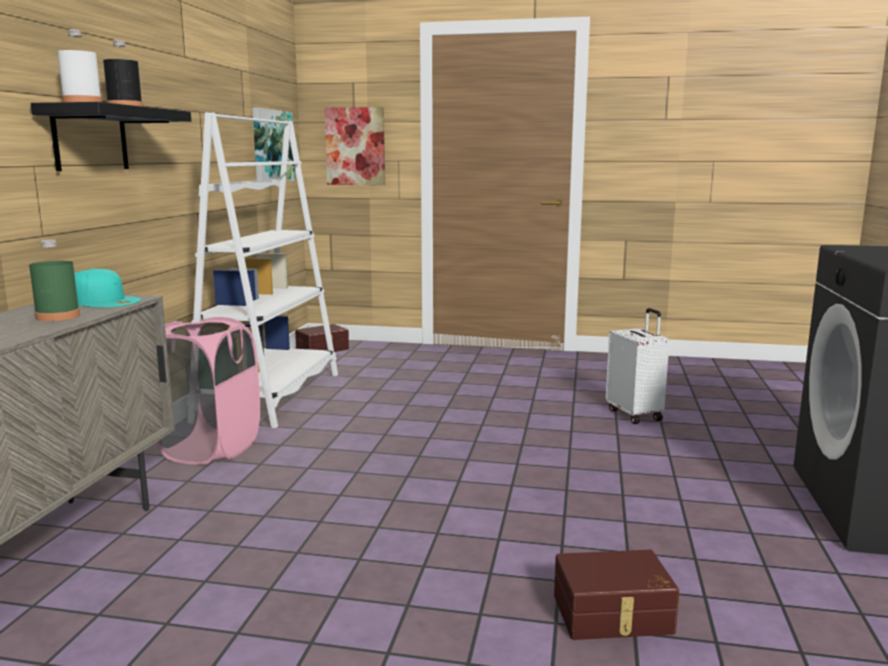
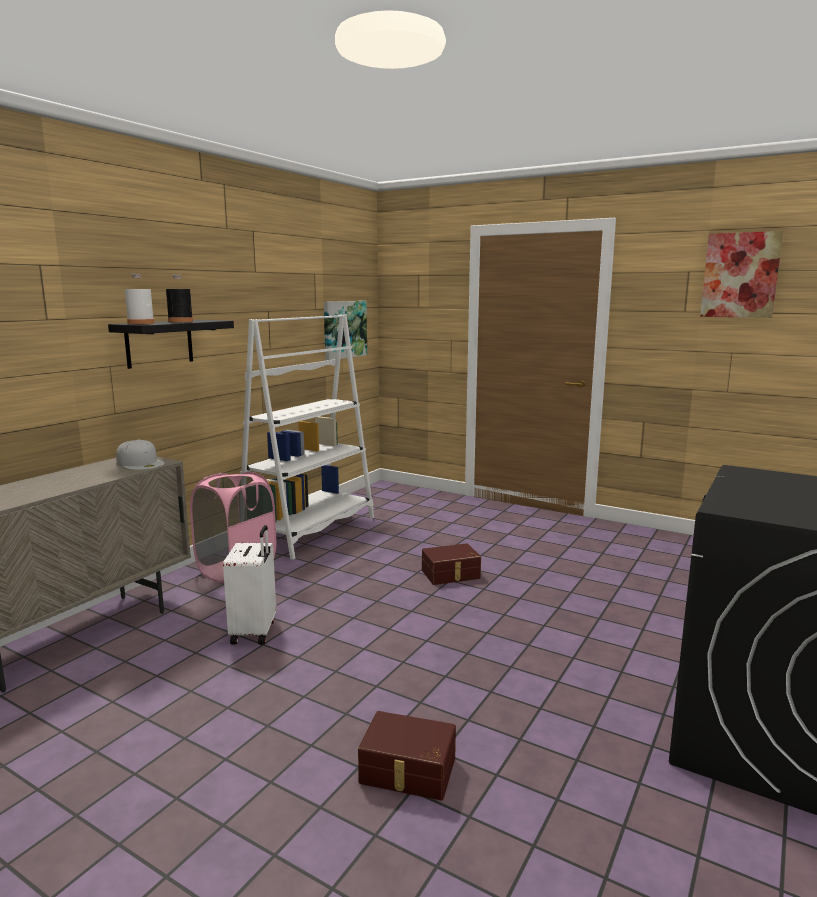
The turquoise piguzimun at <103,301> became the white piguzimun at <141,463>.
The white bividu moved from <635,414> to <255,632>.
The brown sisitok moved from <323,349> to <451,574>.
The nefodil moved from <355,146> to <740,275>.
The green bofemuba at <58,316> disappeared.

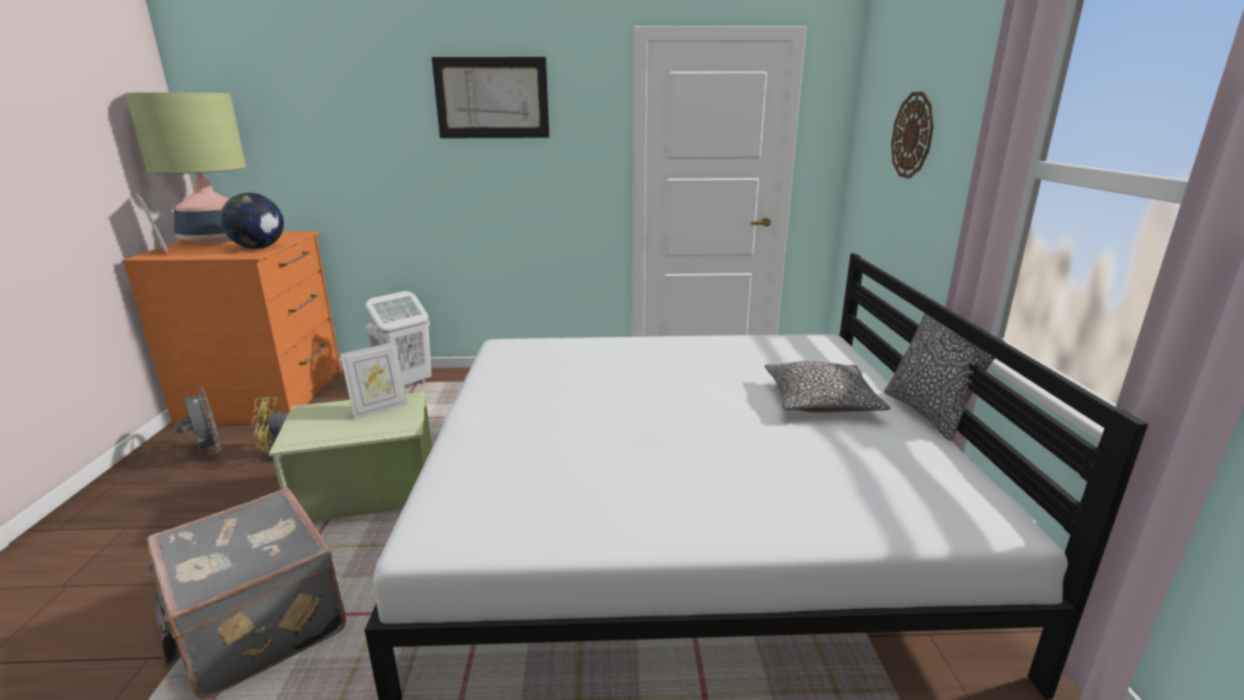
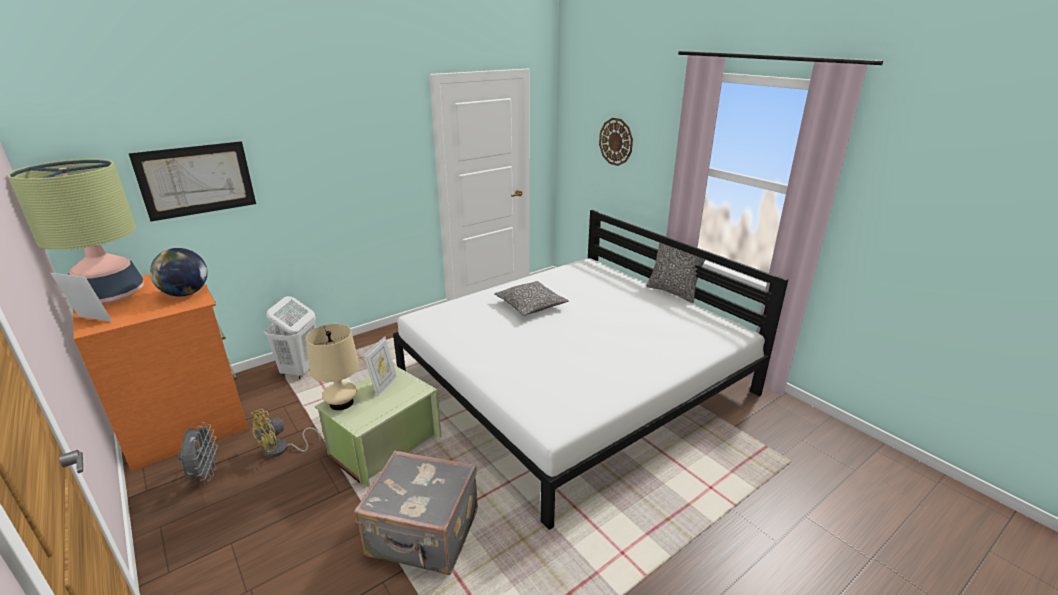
The nefodil moved from <492,98> to <196,180>.
The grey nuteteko at <207,451> turned 60 degrees clockwise.
The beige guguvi at <341,403> appeared.
The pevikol moved from <820,401> to <530,305>.

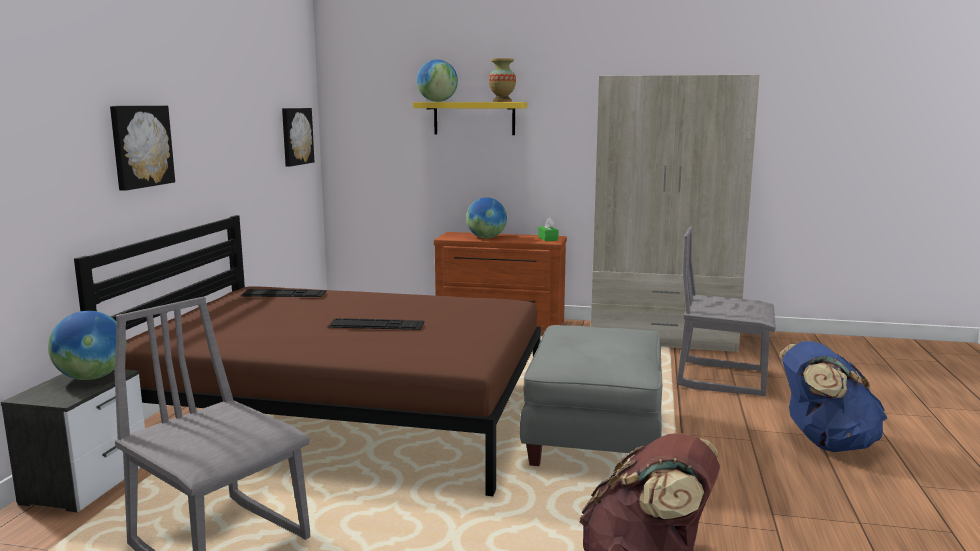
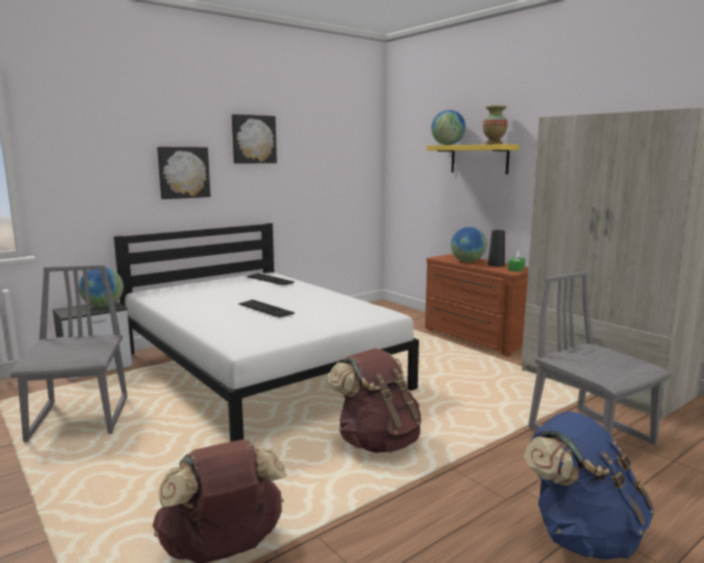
The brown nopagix at <344,415> became the white nopagix at <260,370>.
The nefodil moved from <296,136> to <253,139>.
The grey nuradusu at <593,437> was replaced by the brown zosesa at <377,442>.
The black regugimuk at <496,265> appeared.

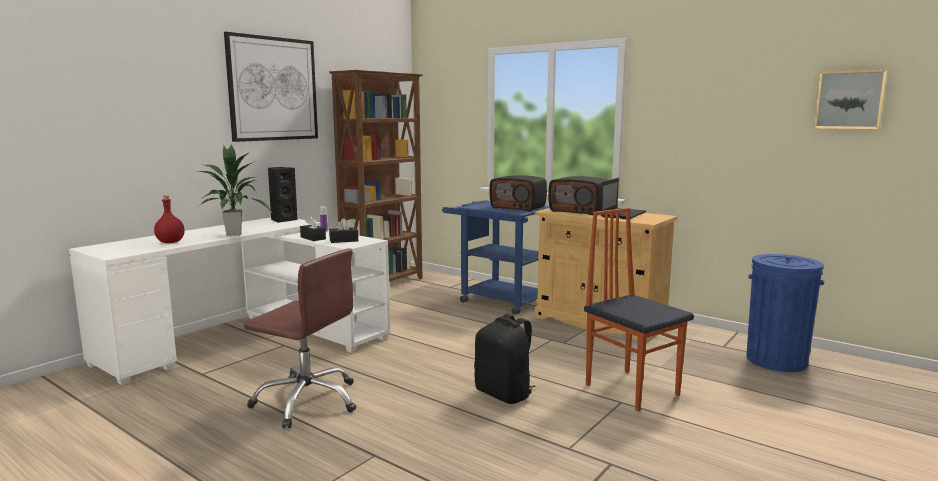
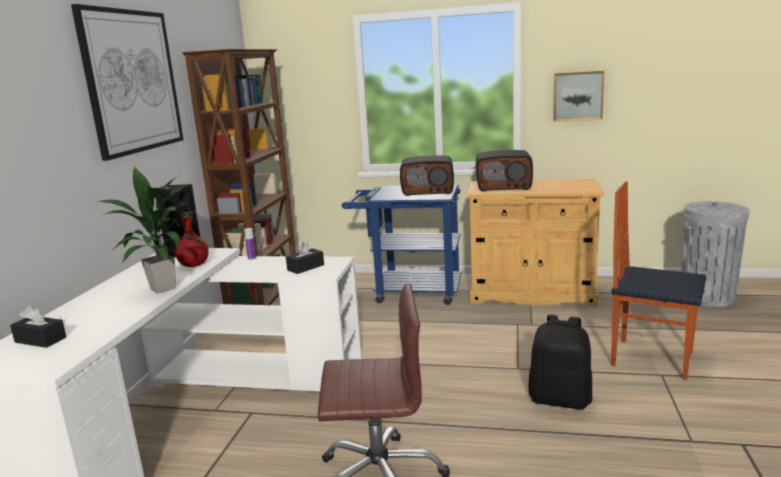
The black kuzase moved from <313,238> to <40,340>.
The red bofemuba moved from <170,242> to <194,265>.
The nefodil moved from <849,100> to <578,96>.
The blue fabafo at <776,360> became the grey fabafo at <707,297>.
The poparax at <623,214> disappeared.

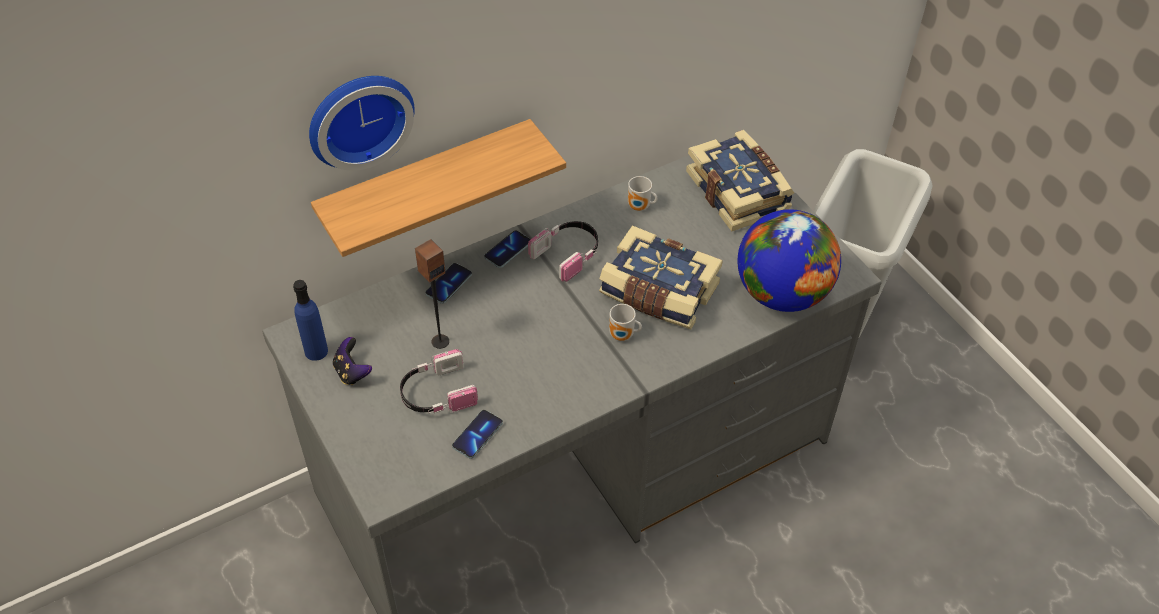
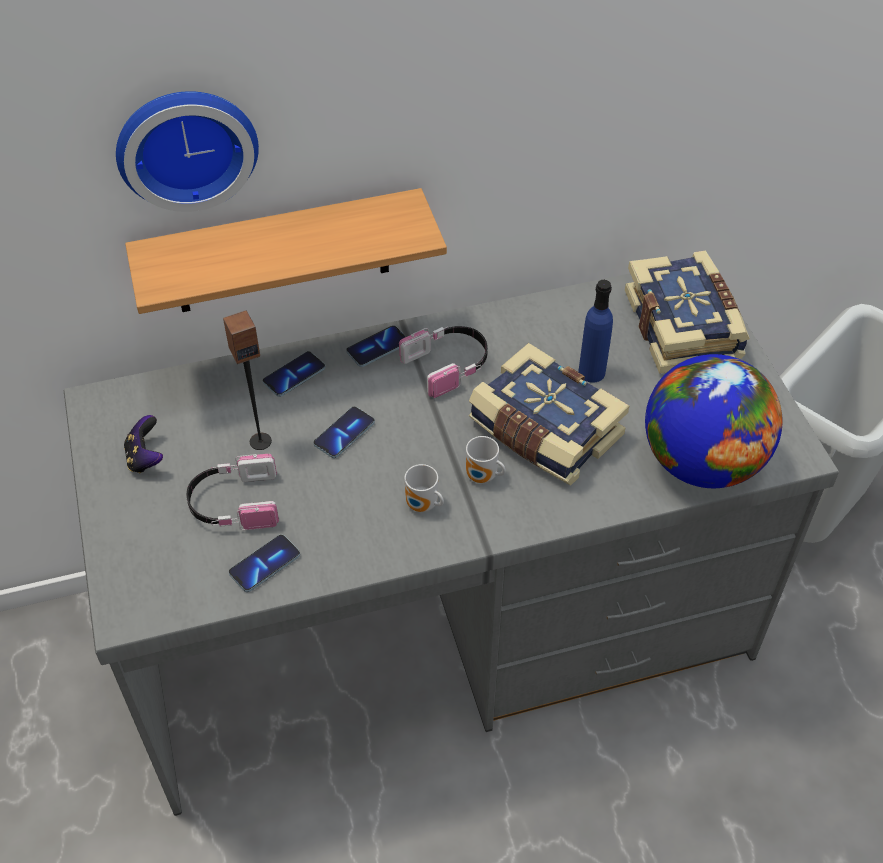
The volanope at <344,434> appeared.
The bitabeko moved from <640,207> to <423,506>.
The blue bofemuba moved from <316,351> to <591,372>.

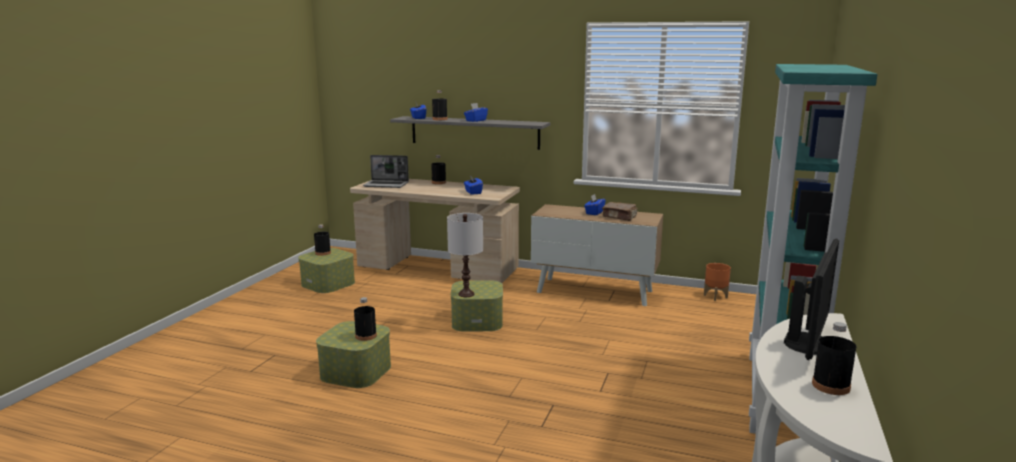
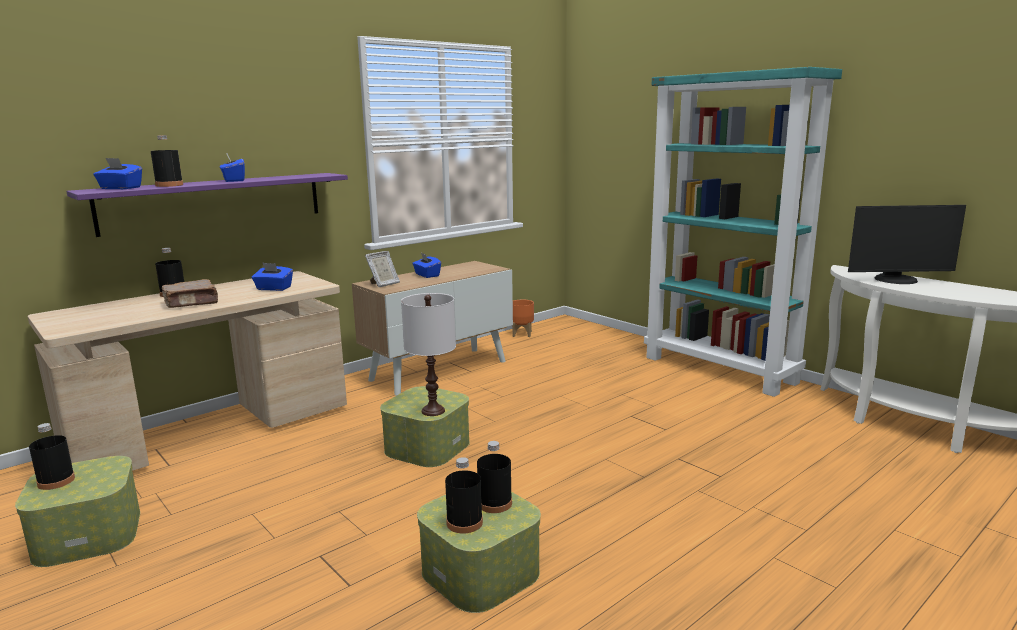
The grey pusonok at <474,132> became the purple pusonok at <214,202>.
The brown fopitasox moved from <619,217> to <192,303>.
The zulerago at <383,284> appeared.
The black bofemuba moved from <831,386> to <464,522>.
The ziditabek at <810,344> turned 120 degrees clockwise.
The poparax at <387,185> disappeared.

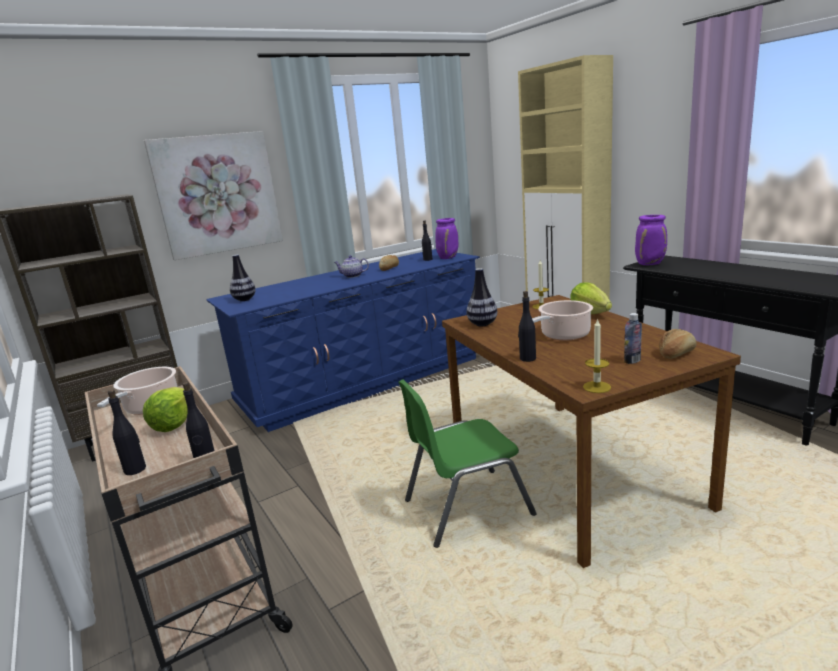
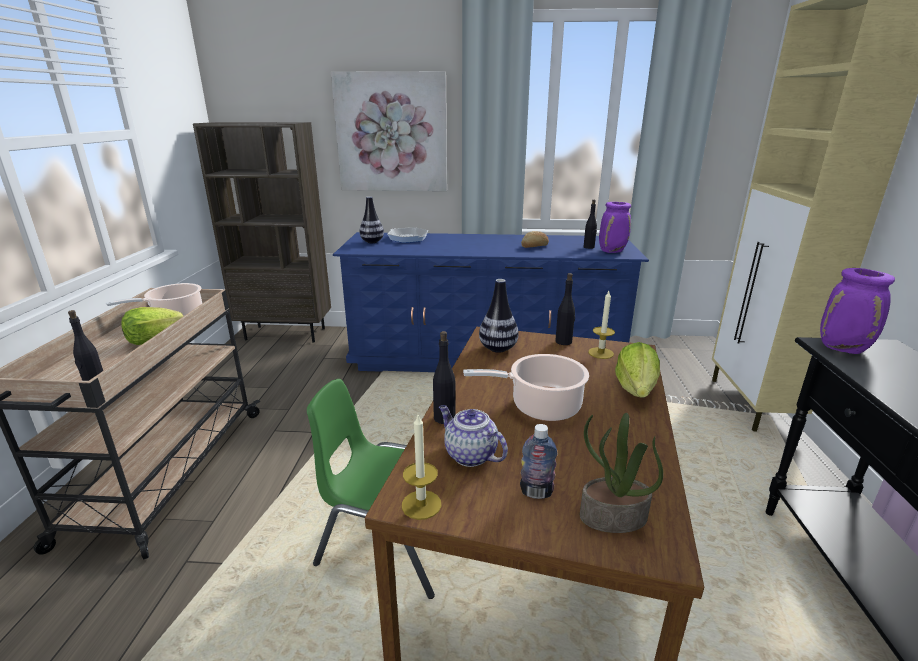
The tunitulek at <408,238> appeared.
The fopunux moved from <352,276> to <469,455>.
The black bofemuba moved from <135,469> to <564,342>.
The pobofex at <676,354> was replaced by the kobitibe at <612,518>.

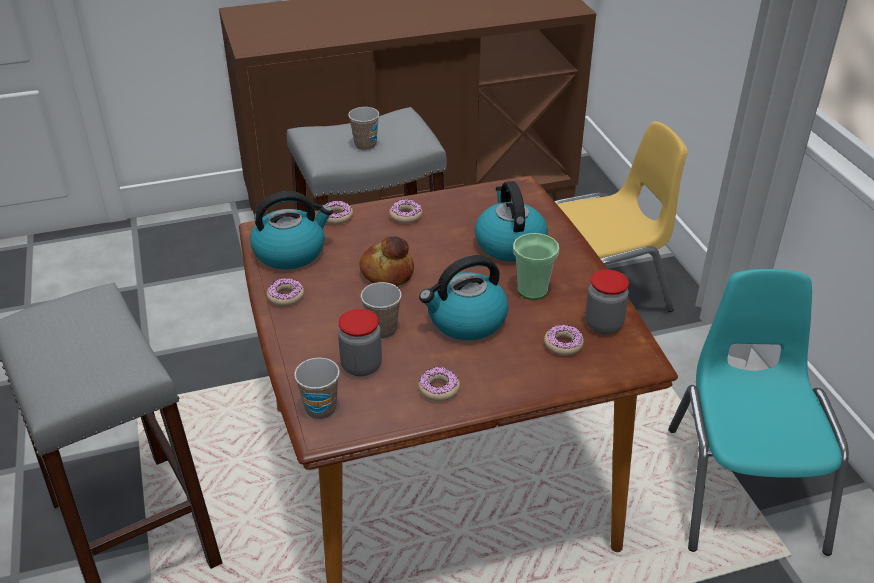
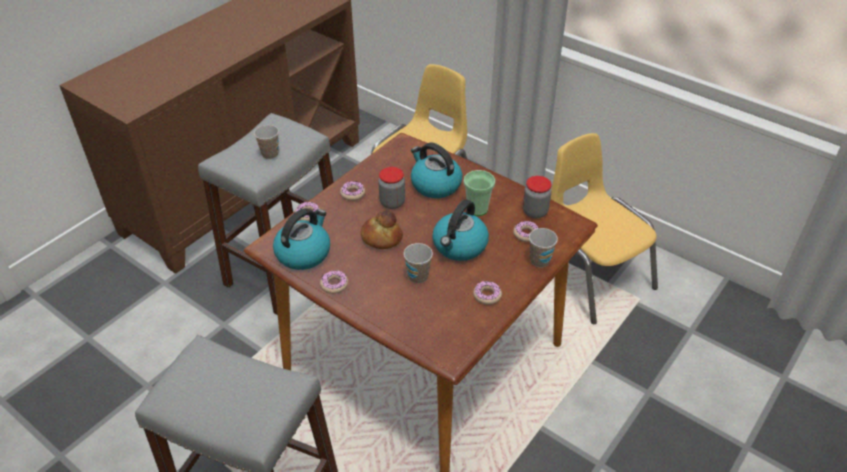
The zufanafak moved from <361,366> to <392,202>.
The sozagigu moved from <320,409> to <539,261>.
The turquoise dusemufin at <742,487> became the yellow dusemufin at <590,274>.

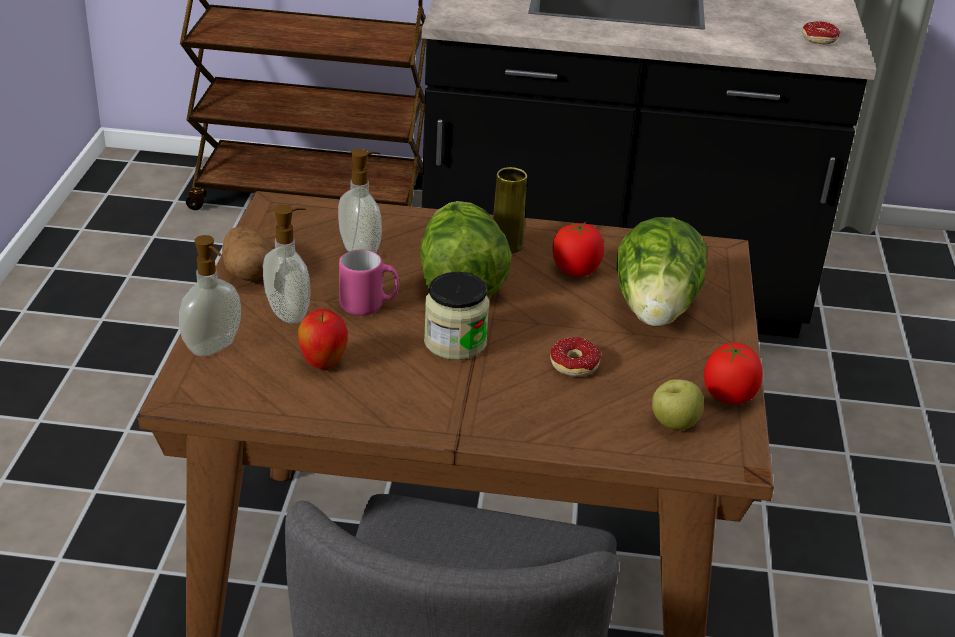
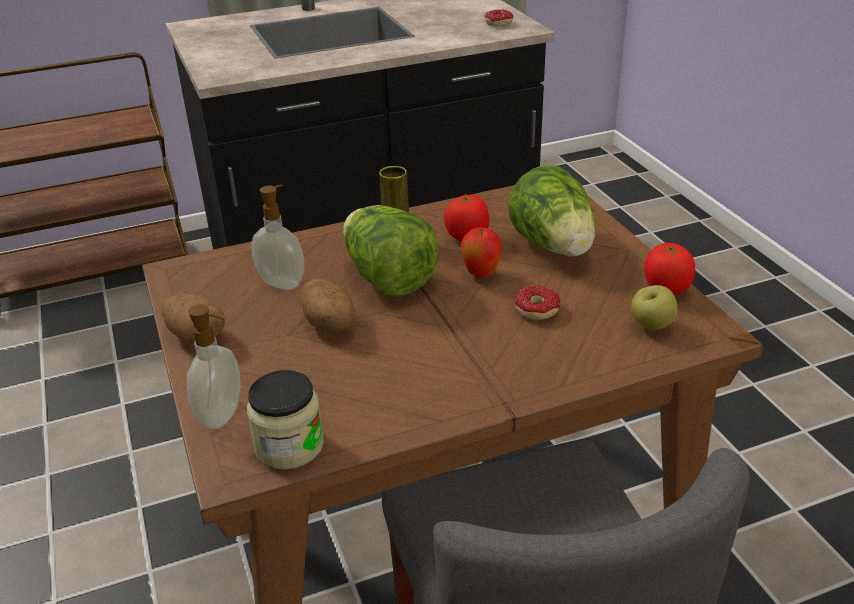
The zufanafak moved from <455,342> to <289,446>.
The pink bitabeko at <369,306> was replaced by the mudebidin at <330,325>.
The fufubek moved from <323,364> to <481,274>.
The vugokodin at <289,313> disappeared.

